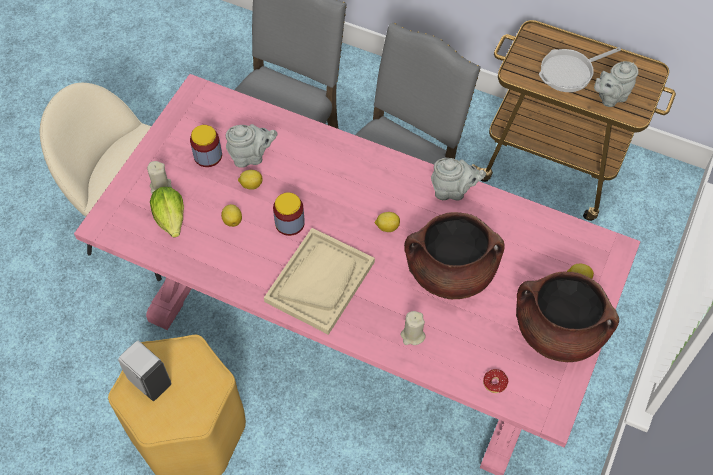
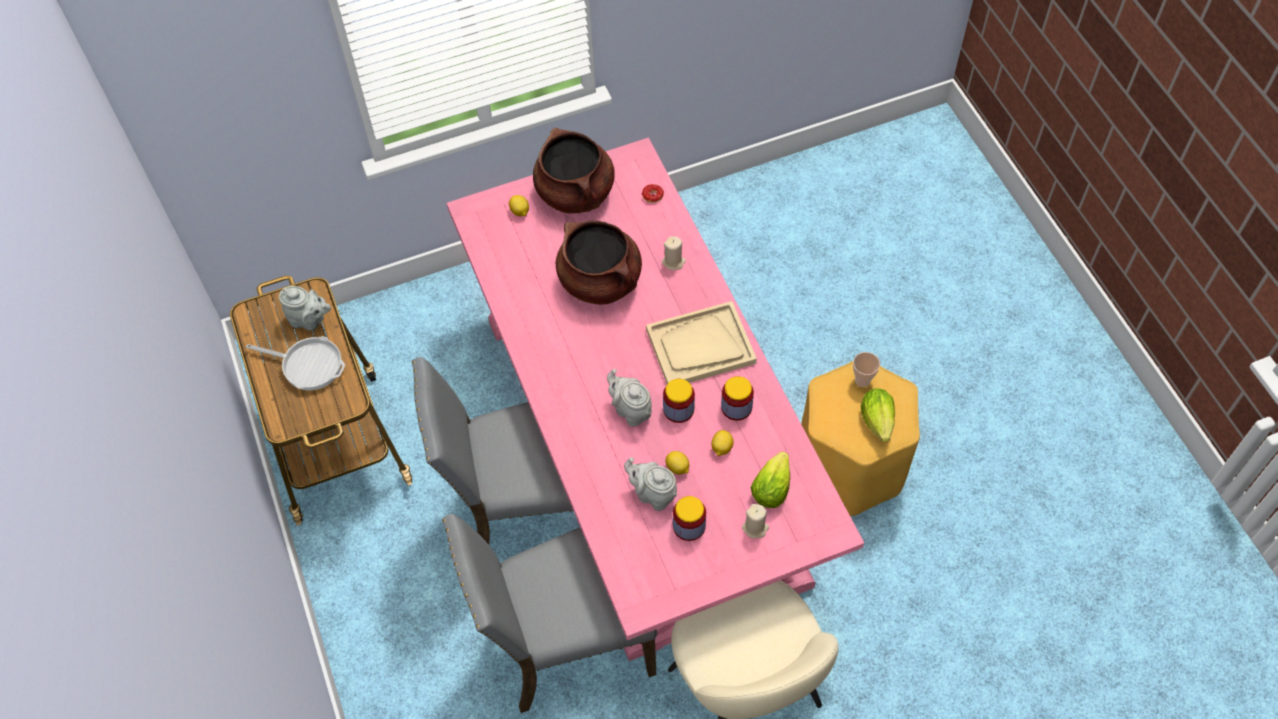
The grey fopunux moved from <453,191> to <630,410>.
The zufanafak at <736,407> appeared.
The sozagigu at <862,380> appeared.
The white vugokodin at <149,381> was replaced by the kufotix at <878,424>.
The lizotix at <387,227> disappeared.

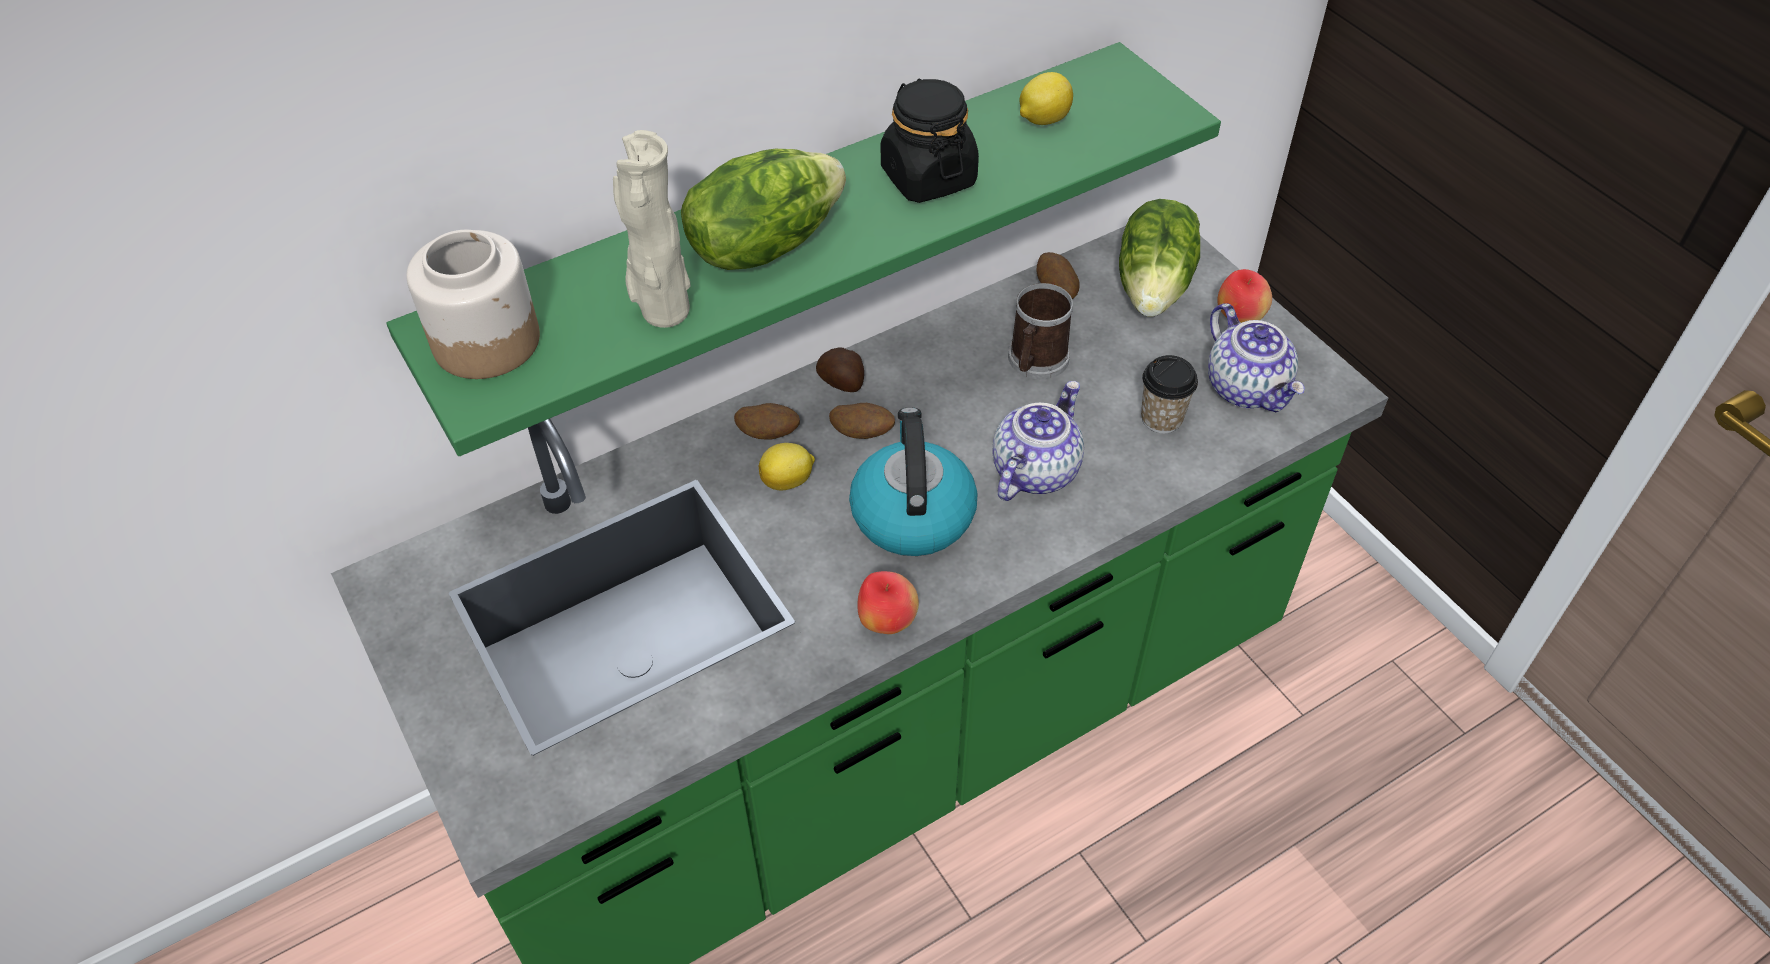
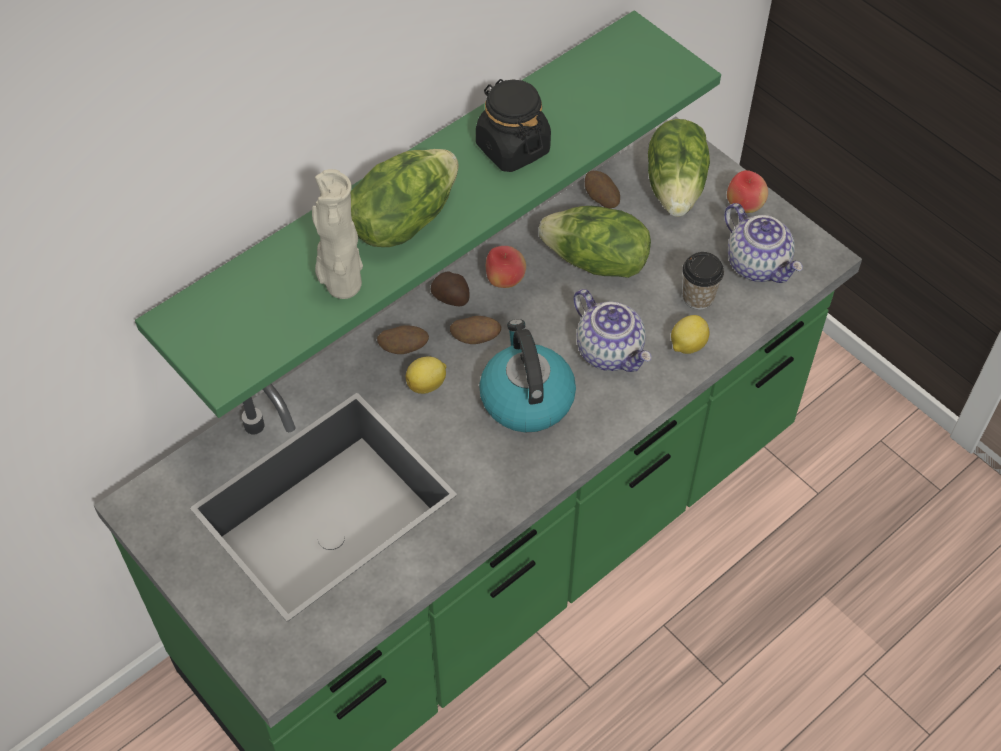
The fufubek moved from <886,622> to <504,281>.
The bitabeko at <1035,362> was replaced by the kufotix at <596,262>.
The fopunux at <1034,470> turned 120 degrees clockwise.
The lizotix moved from <1042,119> to <687,345>.
The zufanafak at <487,340> disappeared.

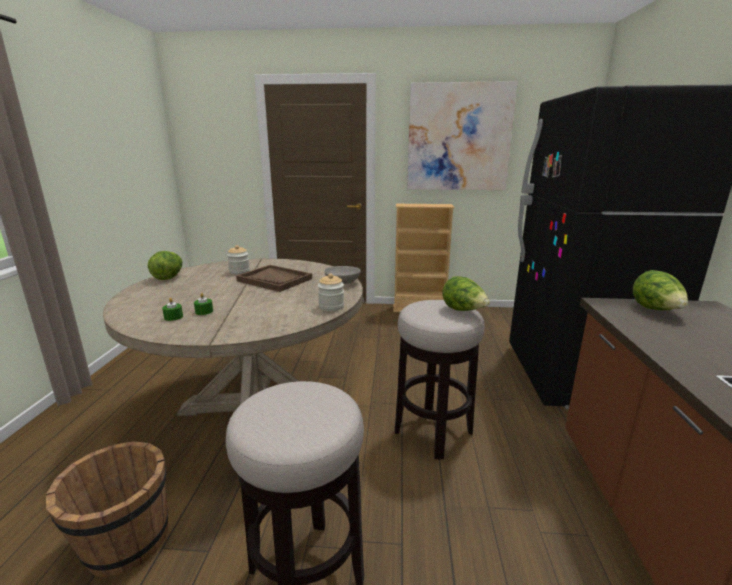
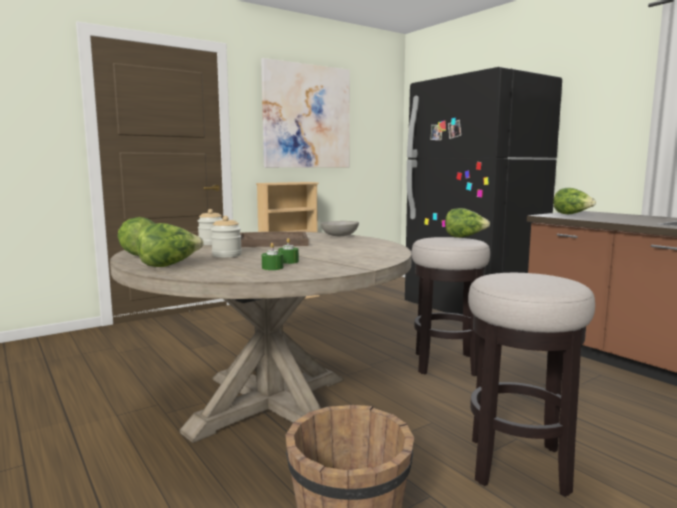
The kufotix at <169,265> appeared.
The zufanafak moved from <331,306> to <227,255>.

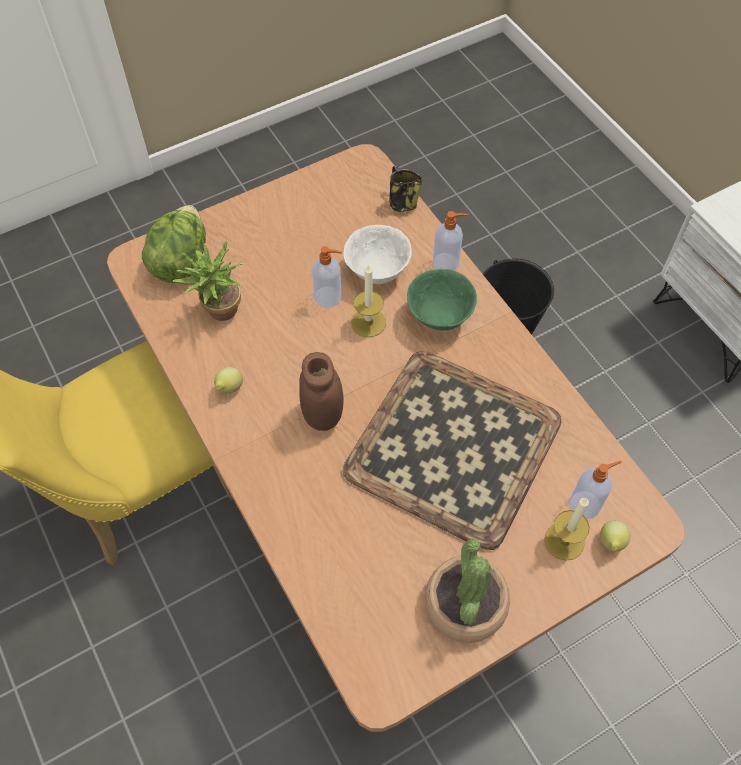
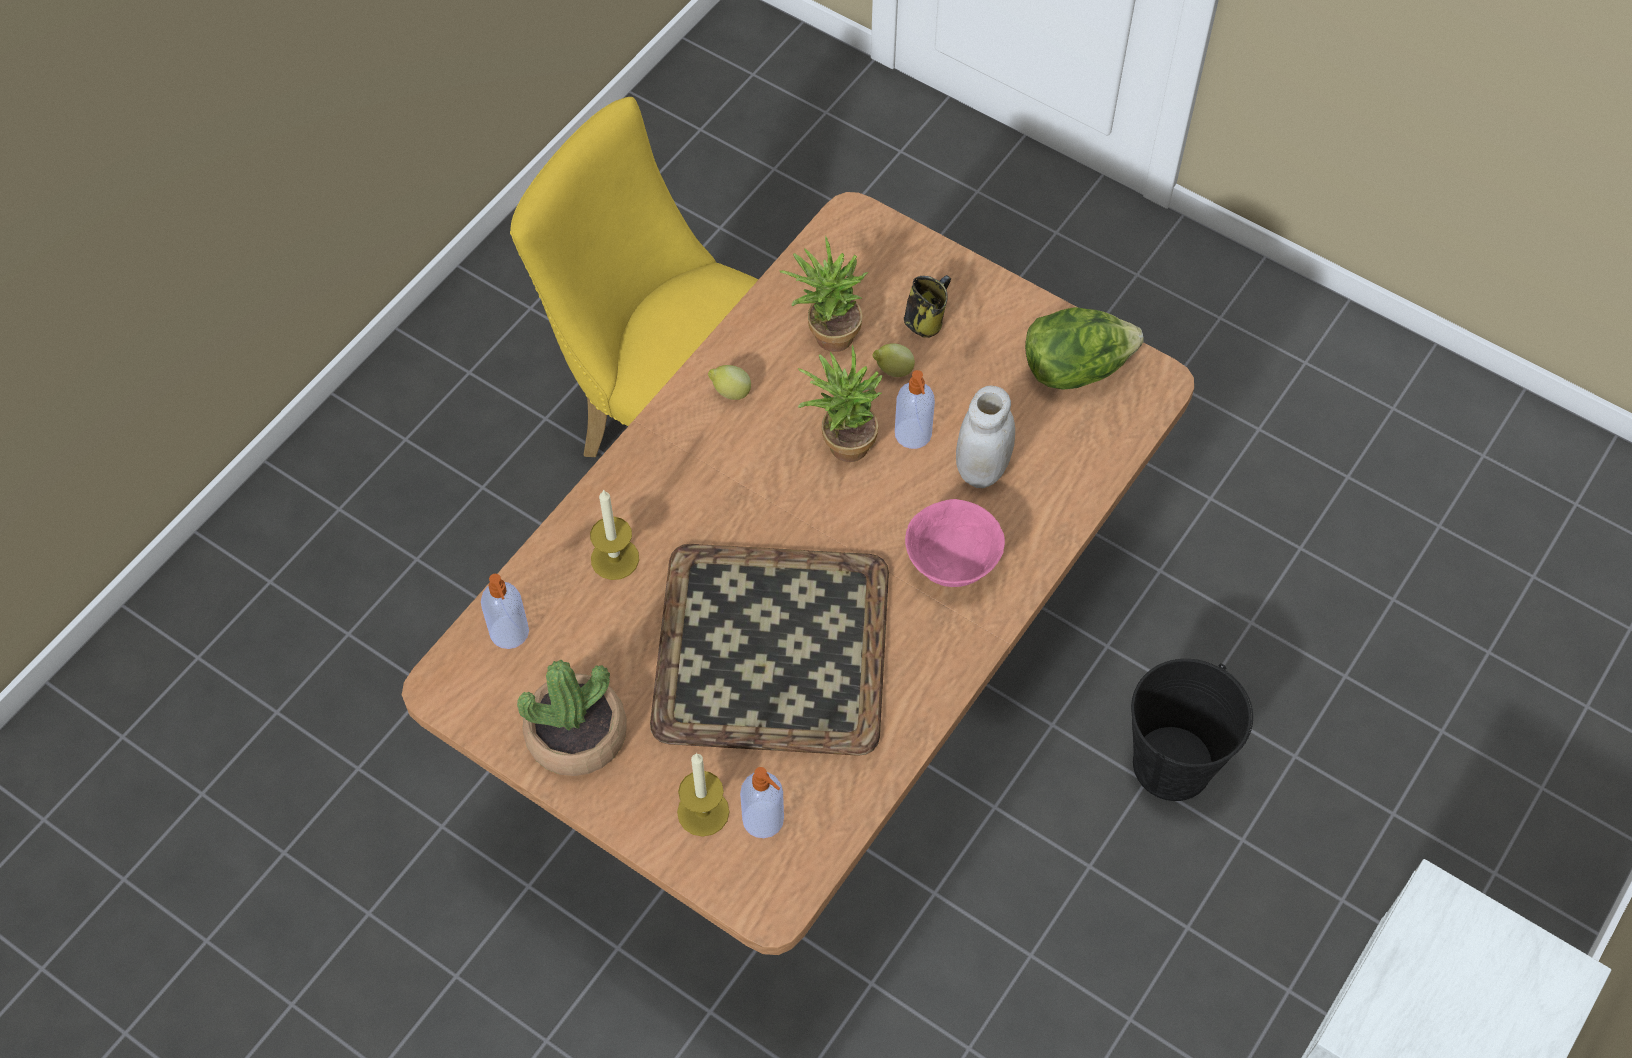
The vugokodin moved from <446,263> to <510,633>.
The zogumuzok moved from <368,322> to <615,558>.
The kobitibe at <841,442> appeared.
The lizotix moved from <611,543> to <892,371>.
The bitabeko moved from <402,202> to <926,321>.
The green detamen at <439,317> became the pink detamen at <951,564>.
The white detamen at <376,272> was replaced by the white zufanafak at <982,469>.
The kufotix moved from <181,261> to <1076,369>.
The brown zufanafak at <322,415> disappeared.

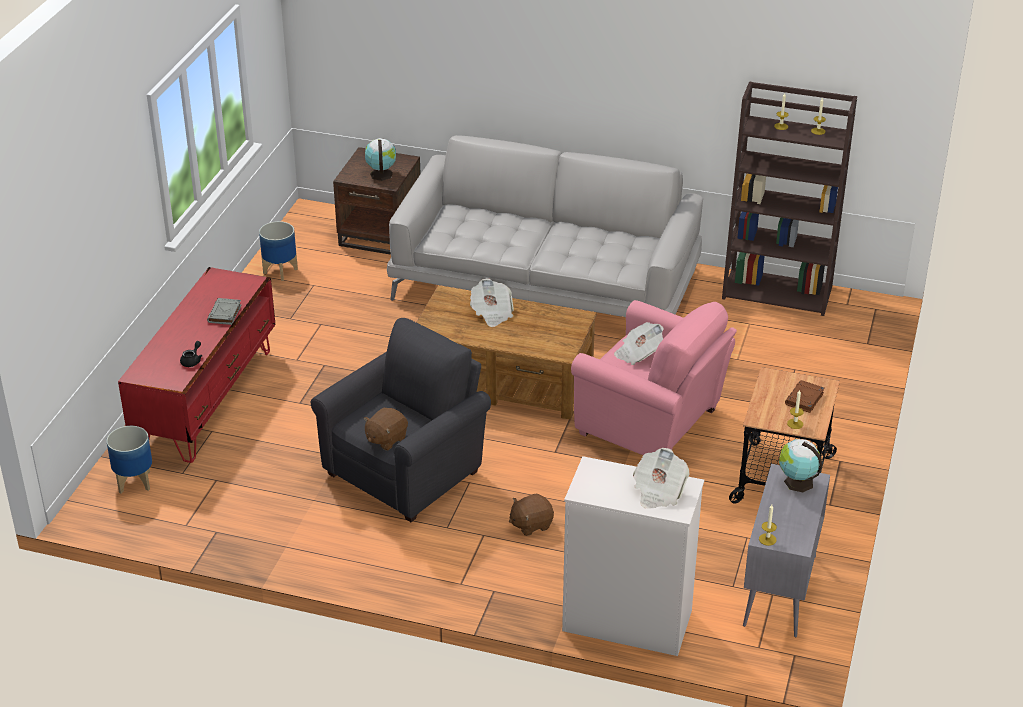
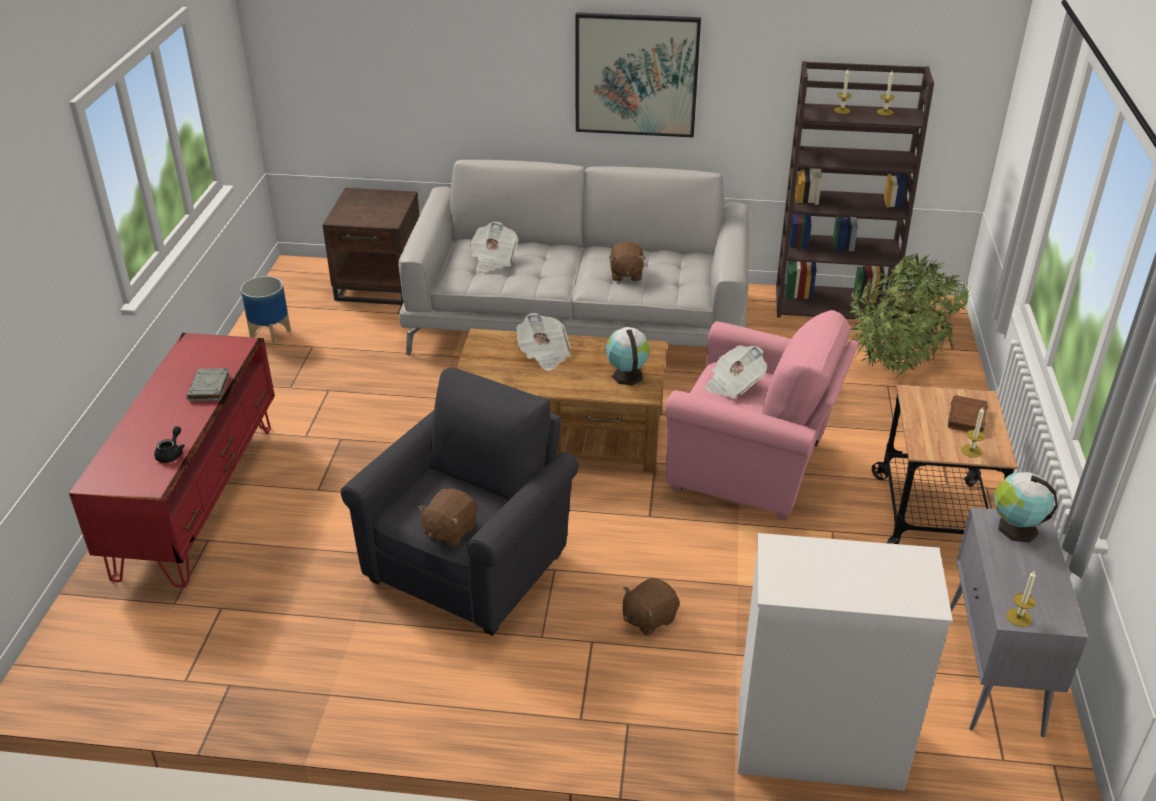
The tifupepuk moved from <658,491> to <493,259>.
The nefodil at <636,75> appeared.
The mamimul moved from <381,174> to <627,375>.
The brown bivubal at <626,274> appeared.
The kobitibe at <897,368> appeared.
The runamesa at <134,482> disappeared.

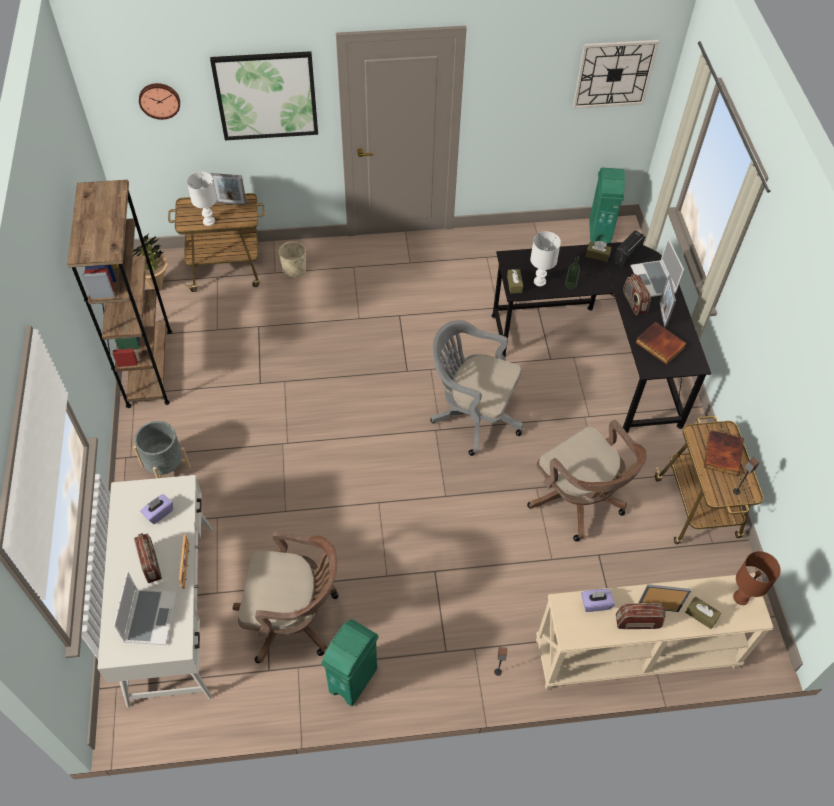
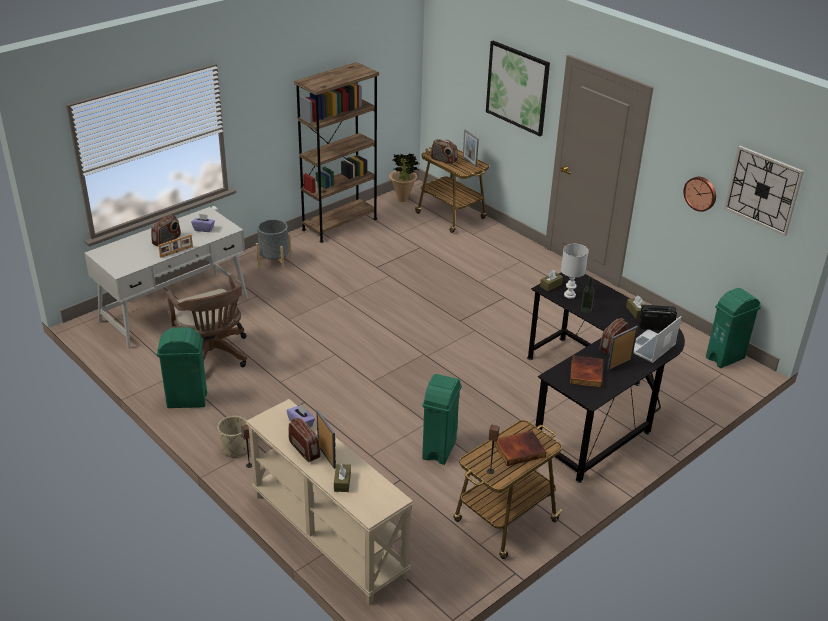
The beige runamesa moved from <294,270> to <235,448>.
The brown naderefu at <579,501> was replaced by the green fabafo at <438,450>.
The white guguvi at <209,221> was replaced by the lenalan at <443,160>.
The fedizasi moved from <159,100> to <700,193>.
The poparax at <150,616> disappeared.
The grey naderefu at <472,415> disappeared.
The brown guguvi at <741,598> disappeared.

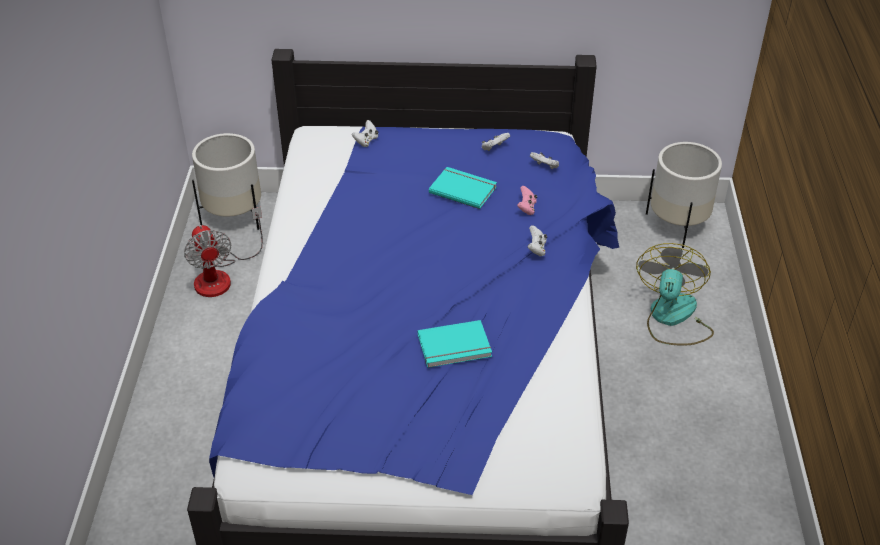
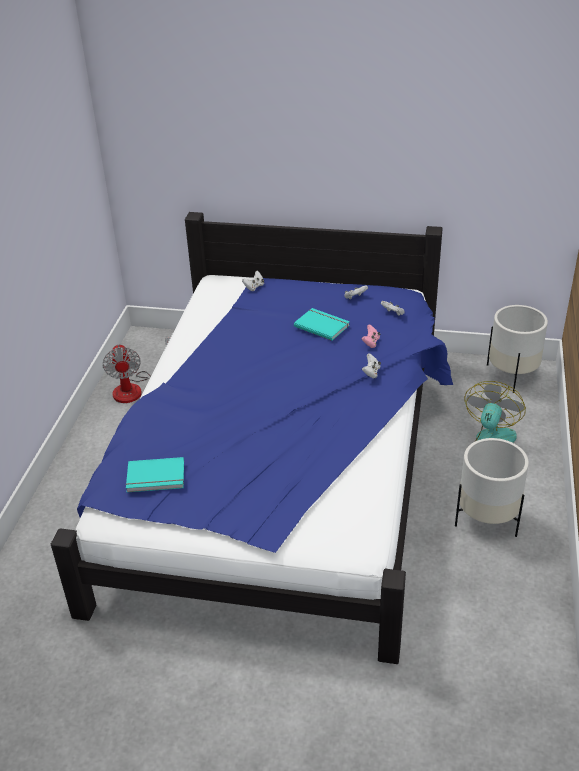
The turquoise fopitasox moved from <455,347> to <156,478>.
The white runamesa moved from <234,216> to <487,518>.

